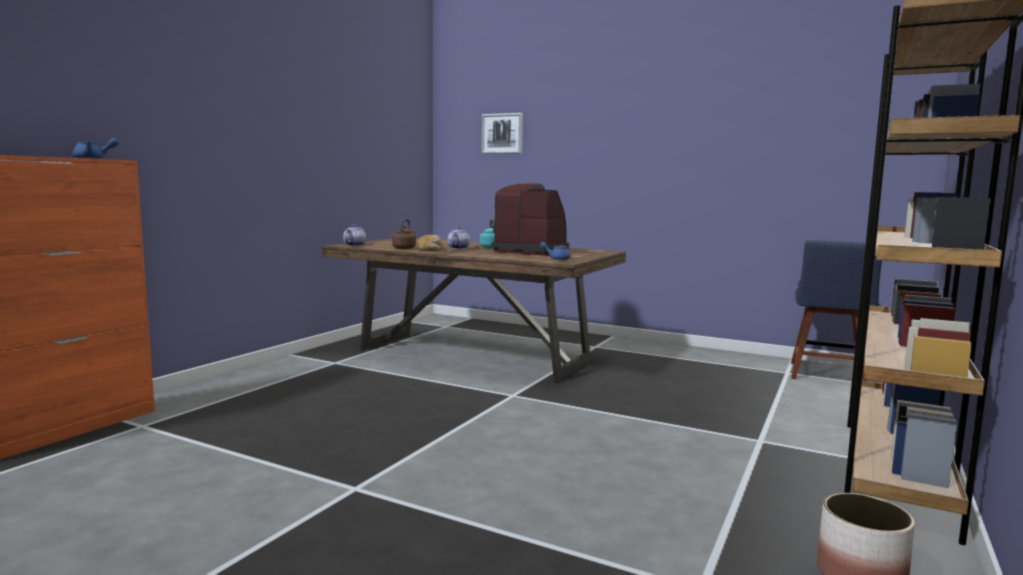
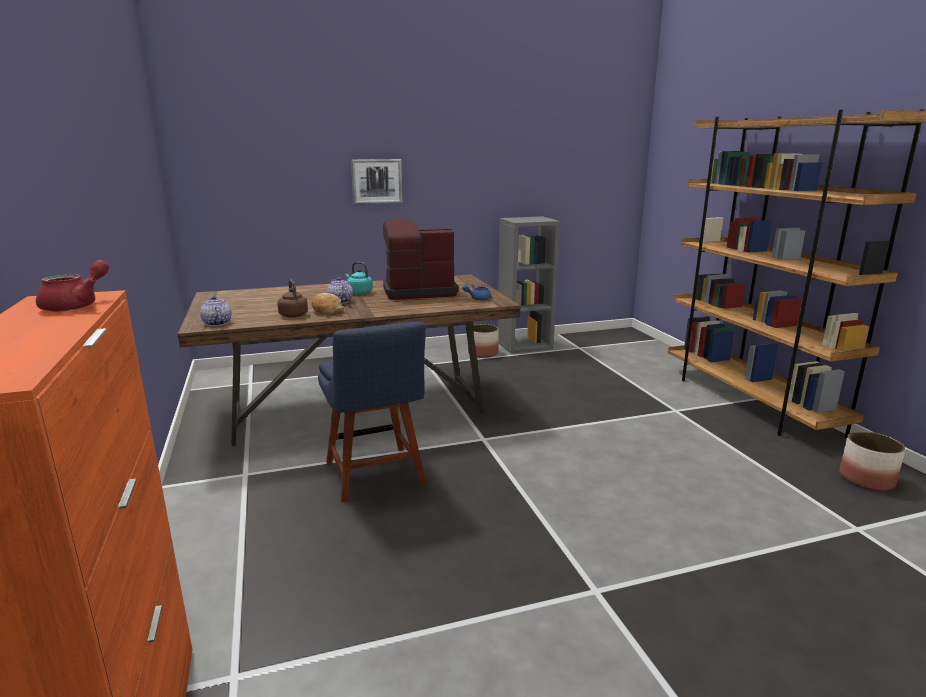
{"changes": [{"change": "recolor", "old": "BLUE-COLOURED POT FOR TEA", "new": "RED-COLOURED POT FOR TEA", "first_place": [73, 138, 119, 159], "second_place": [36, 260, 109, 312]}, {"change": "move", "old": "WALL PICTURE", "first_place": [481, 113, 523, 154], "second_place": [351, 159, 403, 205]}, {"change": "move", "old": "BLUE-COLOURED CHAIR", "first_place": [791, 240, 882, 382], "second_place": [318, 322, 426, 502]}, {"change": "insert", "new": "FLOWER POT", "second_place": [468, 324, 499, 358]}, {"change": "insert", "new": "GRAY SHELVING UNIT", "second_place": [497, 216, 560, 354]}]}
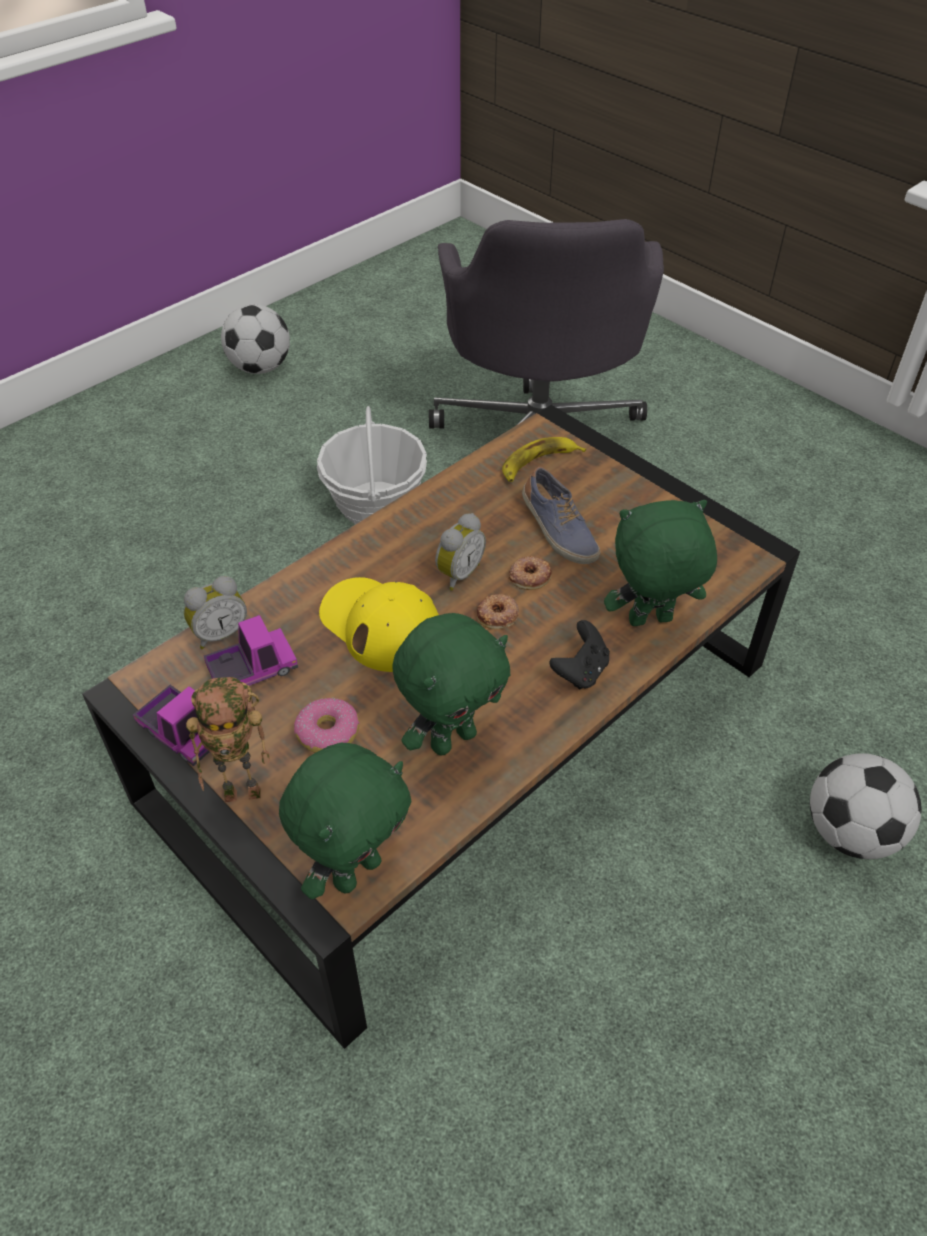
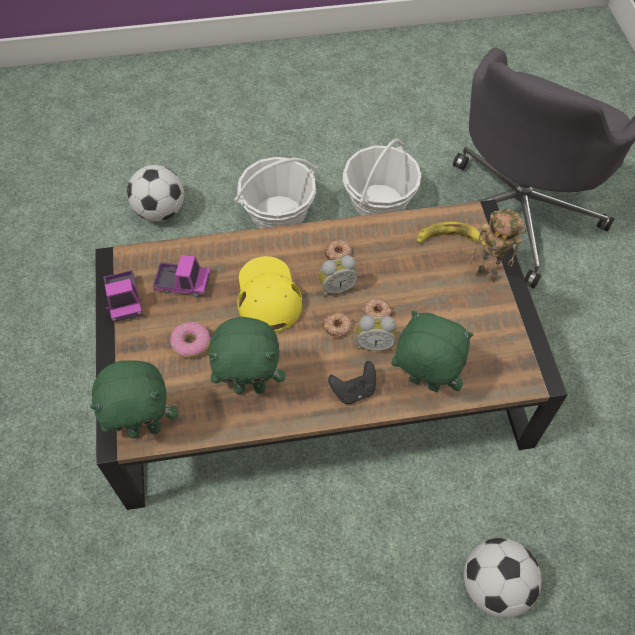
{"changes": [{"change": "move", "old": "BEDSIDE CLOCK", "first_place": [184, 576, 247, 649], "second_place": [356, 315, 396, 351]}, {"change": "move", "old": "TOY ROBOT", "first_place": [186, 677, 270, 802], "second_place": [471, 209, 527, 283]}, {"change": "move", "old": "FOOTBALL BALL", "first_place": [221, 304, 290, 374], "second_place": [127, 165, 184, 222]}, {"change": "delete", "old": "SHOE", "first_place": [522, 467, 601, 564]}, {"change": "insert", "new": "STORAGE BASKET", "second_place": [234, 157, 317, 228]}, {"change": "insert", "new": "RING DOUGHNUT", "second_place": [325, 240, 352, 260]}]}
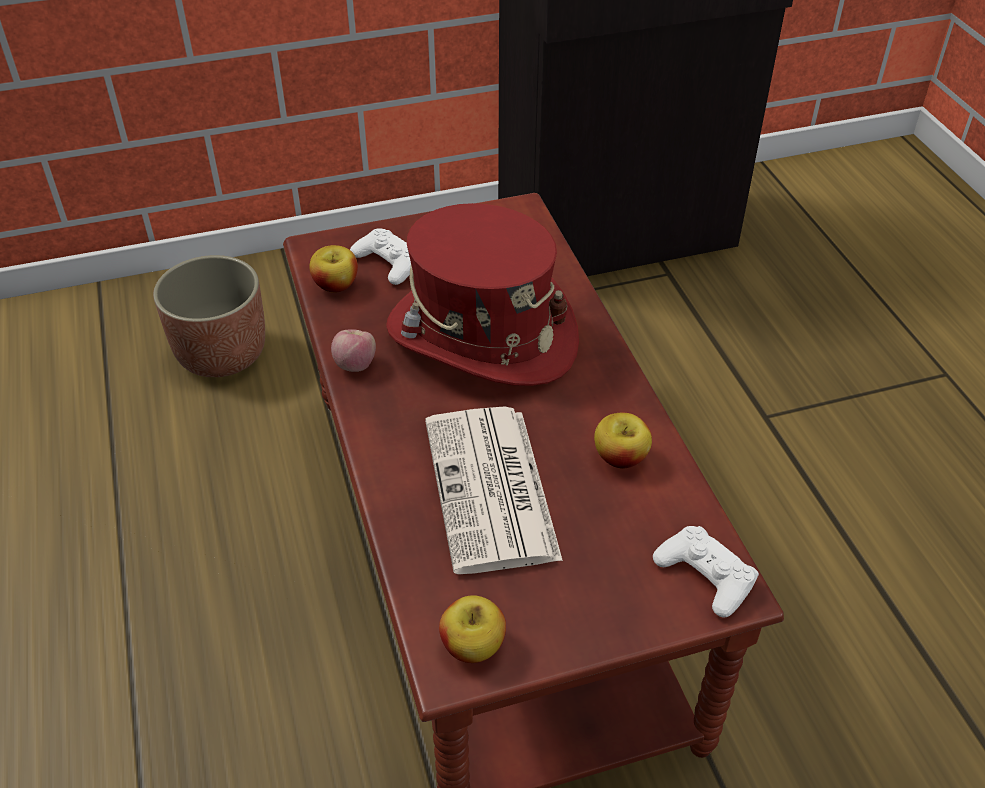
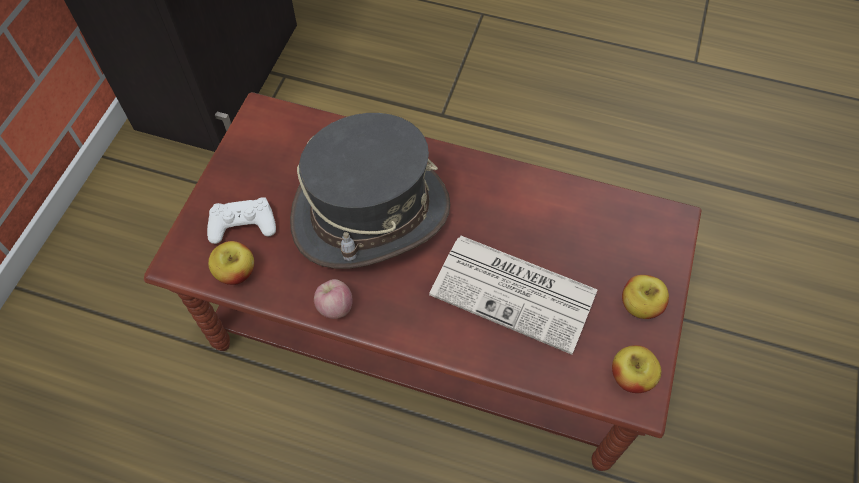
{"changes": [{"change": "delete", "old": "FLOWER POT", "first_place": [153, 255, 265, 377]}, {"change": "recolor", "old": "RED-COLOURED WEARABLE HAT", "new": "GRAY WEARABLE HAT", "first_place": [386, 203, 579, 386], "second_place": [290, 113, 450, 269]}, {"change": "move", "old": "APPLE", "first_place": [594, 413, 652, 469], "second_place": [622, 275, 669, 319]}, {"change": "delete", "old": "WHITE-COLOURED GAME CONTROLLER", "first_place": [653, 526, 759, 617]}]}
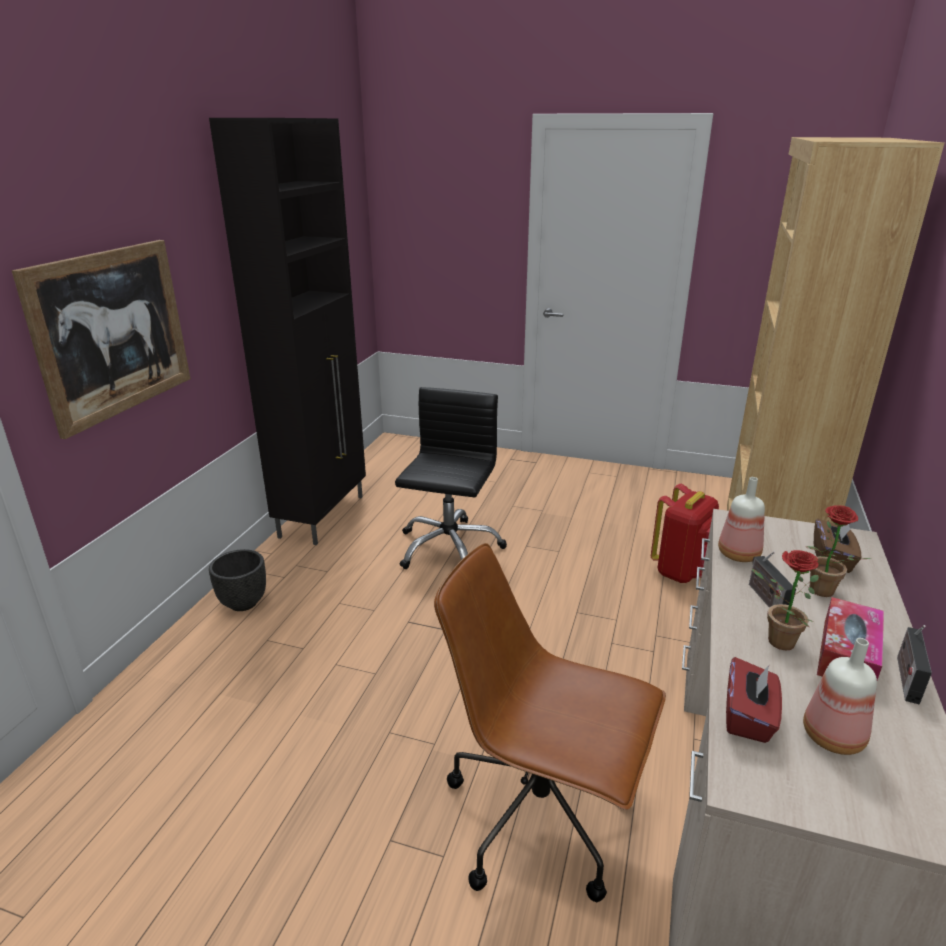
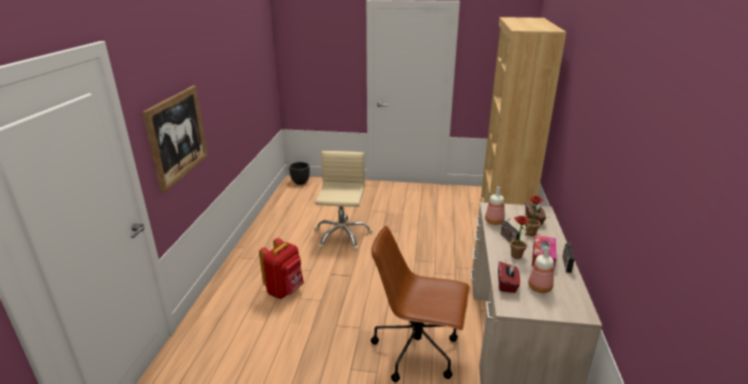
{"changes": [{"change": "delete", "old": "BLACK-COLOURED CUPBOARD", "first_place": [209, 118, 366, 545]}, {"change": "move", "old": "BLACK-COLOURED FLOWER POT", "first_place": [209, 549, 266, 611], "second_place": [289, 162, 310, 185]}, {"change": "recolor", "old": "BLACK-COLOURED DESK CHAIR", "new": "BEIGE DESK CHAIR", "first_place": [395, 387, 507, 569], "second_place": [314, 151, 372, 250]}, {"change": "move", "old": "RED-COLOURED RUCKSACK", "first_place": [651, 484, 719, 583], "second_place": [259, 238, 304, 299]}]}
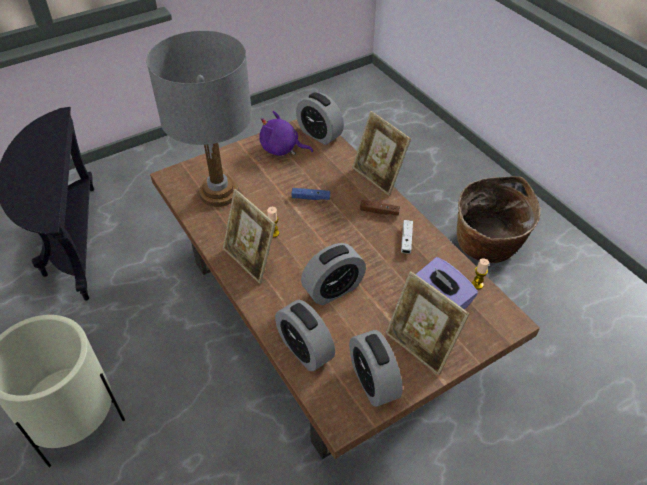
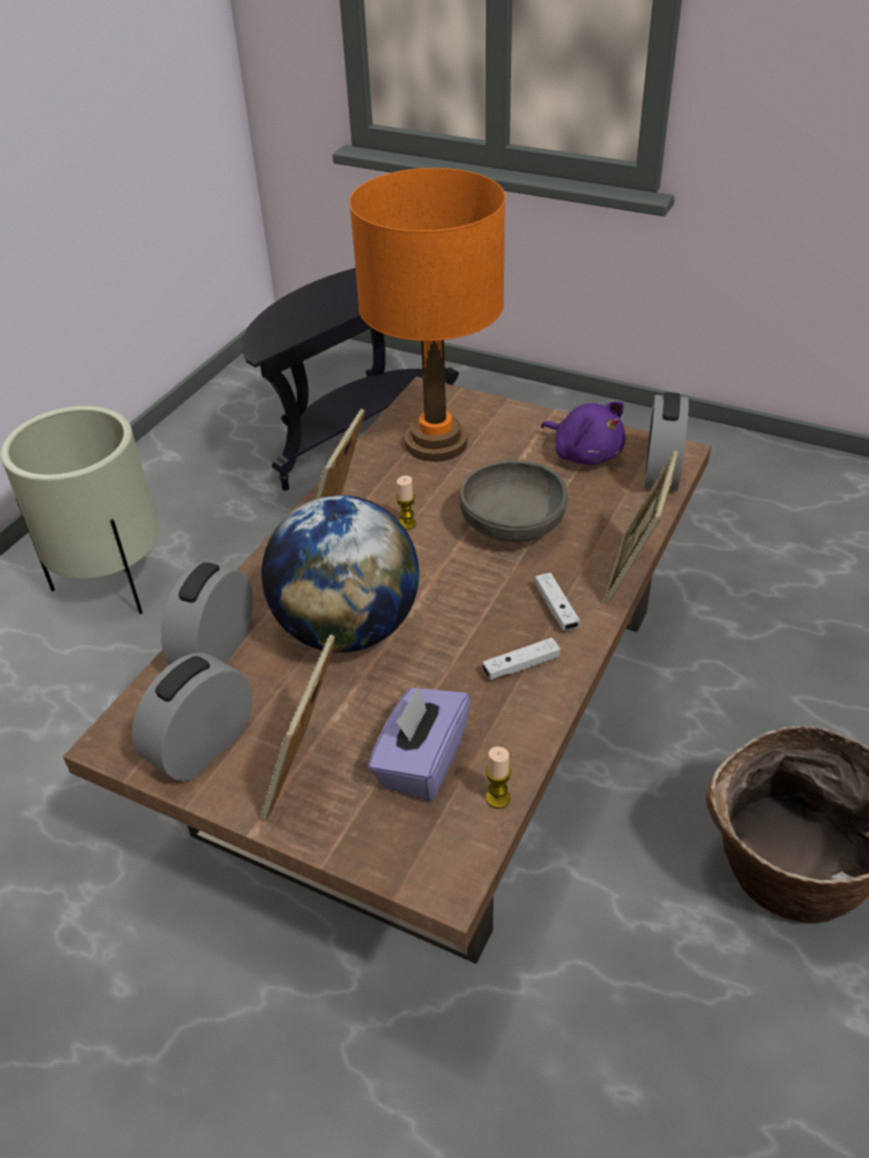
{"changes": [{"change": "recolor", "old": "GRAY TABLE LAMP", "new": "ORANGE TABLE LAMP", "first_place": [146, 31, 252, 207], "second_place": [349, 168, 506, 462]}, {"change": "rotate", "old": "PURPLE SOFT TOY", "first_place": [259, 111, 313, 156], "second_place": [541, 401, 625, 465], "degrees": 150}, {"change": "replace", "old": "BLUE-COLOURED GAME CONTROLLER", "new": "GRAY SERVING BOWL", "first_place": [291, 188, 331, 200], "second_place": [459, 460, 568, 542]}, {"change": "replace", "old": "BEDSIDE CLOCK", "new": "WORLD GLOBE", "first_place": [301, 243, 366, 305], "second_place": [262, 495, 419, 653]}, {"change": "recolor", "old": "BROWN-COLOURED GAME CONTROLLER", "new": "WHITE-COLOURED GAME CONTROLLER", "first_place": [360, 200, 400, 216], "second_place": [535, 573, 580, 631]}]}
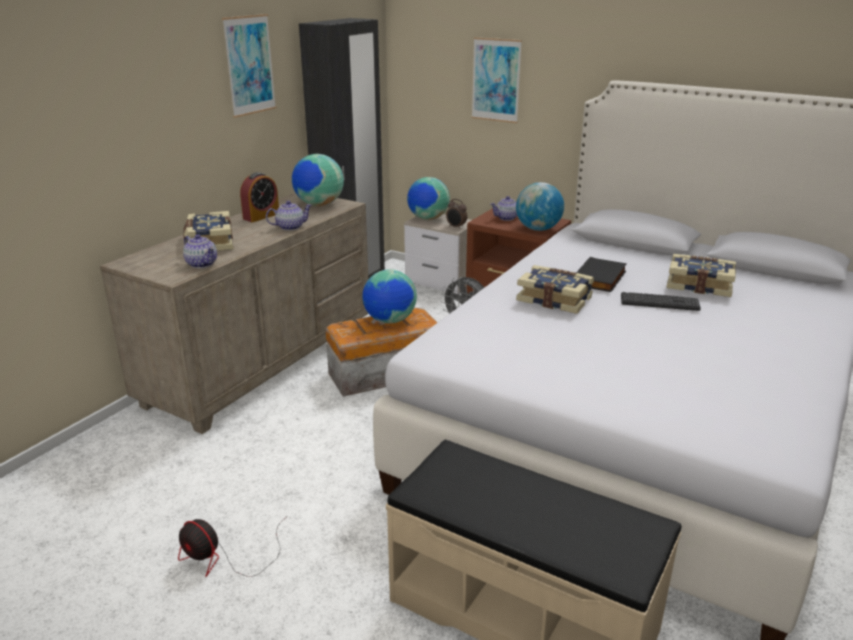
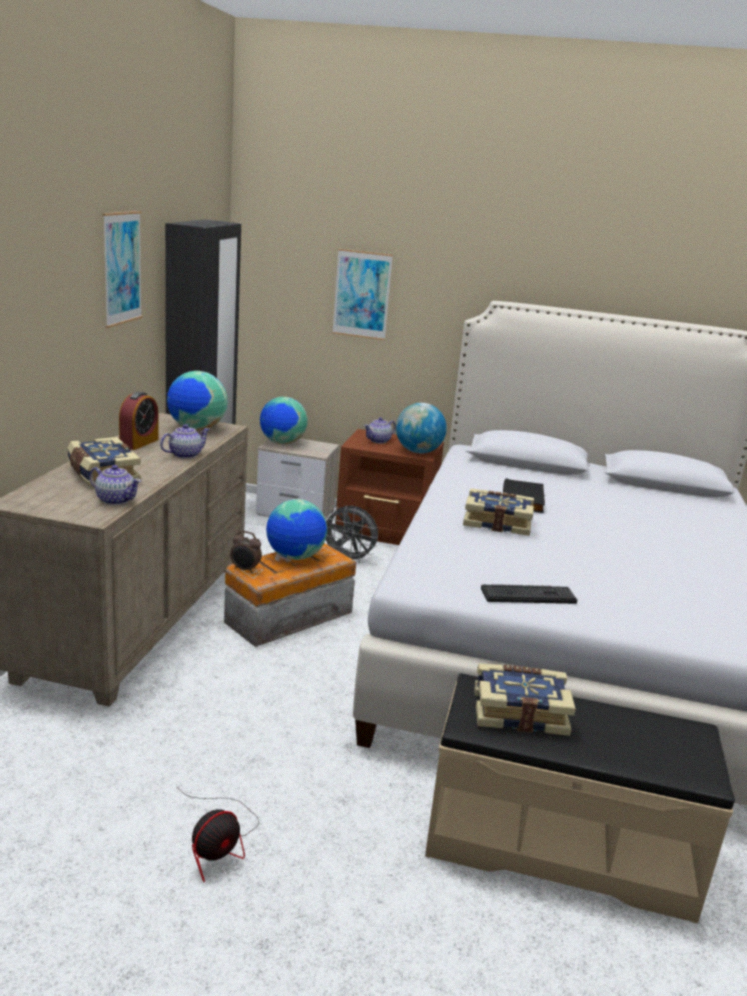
{"changes": [{"change": "rotate", "old": "ELECTRIC FAN", "first_place": [178, 516, 288, 577], "second_place": [177, 787, 259, 882], "degrees": -60}, {"change": "move", "old": "BEDSIDE CLOCK", "first_place": [446, 199, 467, 229], "second_place": [230, 531, 262, 573]}, {"change": "move", "old": "PC KEYBOARD", "first_place": [621, 292, 701, 311], "second_place": [481, 584, 577, 604]}, {"change": "move", "old": "BOOK", "first_place": [666, 254, 736, 297], "second_place": [474, 663, 576, 736]}]}
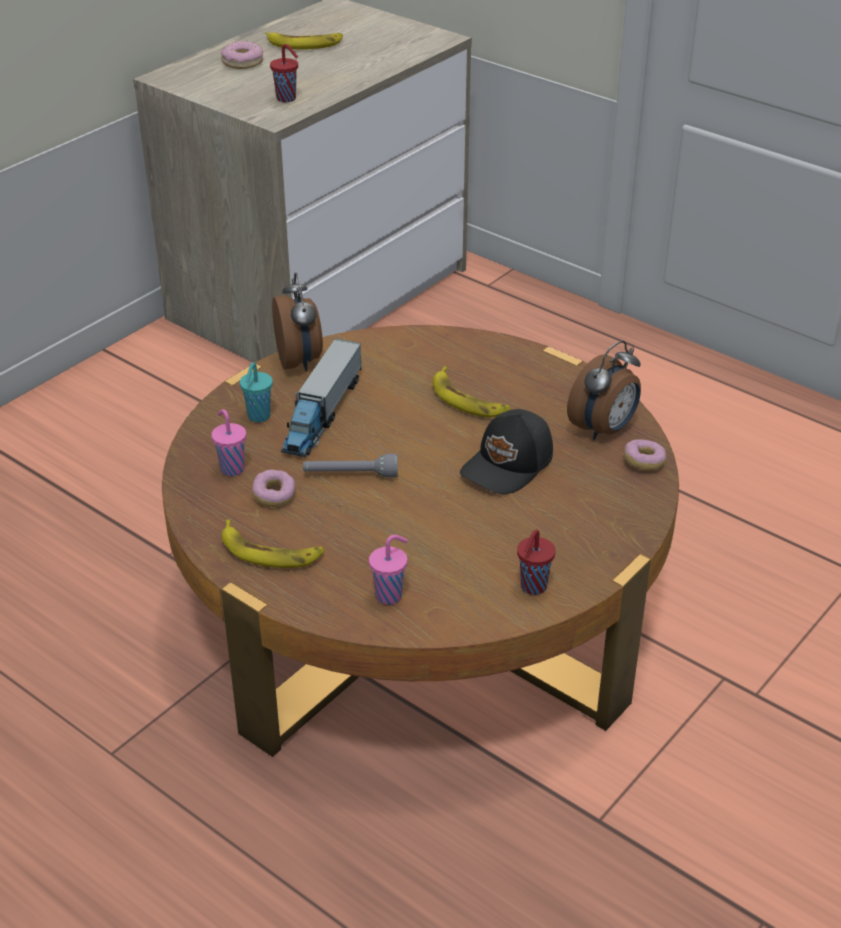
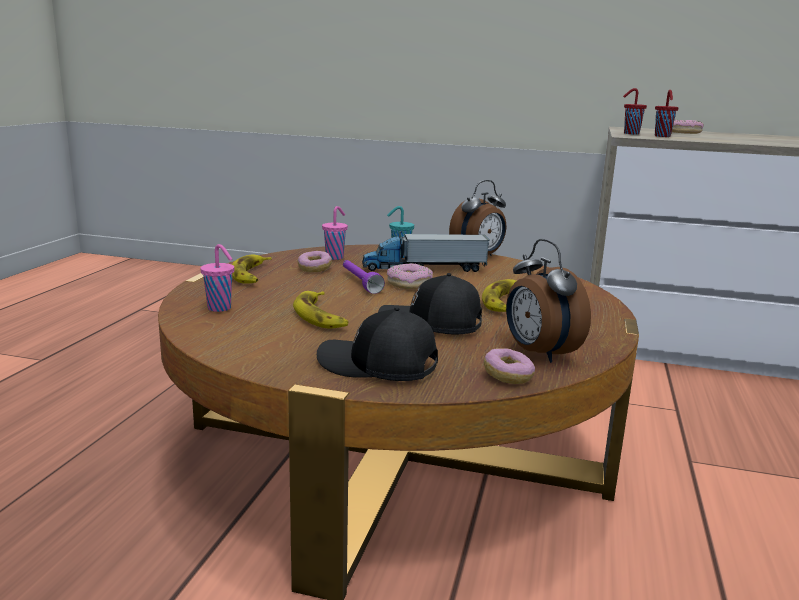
{"changes": [{"change": "move", "old": "BANANA FRUIT", "first_place": [265, 32, 343, 50], "second_place": [293, 291, 348, 328]}, {"change": "recolor", "old": "GRAY FLASHLIGHT", "new": "PURPLE FLASHLIGHT", "first_place": [303, 454, 398, 478], "second_place": [343, 260, 385, 294]}, {"change": "move", "old": "RED-COLOURED SMALL CUP", "first_place": [517, 530, 556, 595], "second_place": [623, 88, 647, 135]}, {"change": "rotate", "old": "BEDSIDE CLOCK", "first_place": [567, 340, 641, 440], "second_place": [506, 239, 591, 363], "degrees": 45}, {"change": "insert", "new": "BLACK-COLOURED CAP", "second_place": [317, 307, 438, 381]}, {"change": "insert", "new": "RING DOUGHNUT", "second_place": [387, 263, 433, 289]}]}
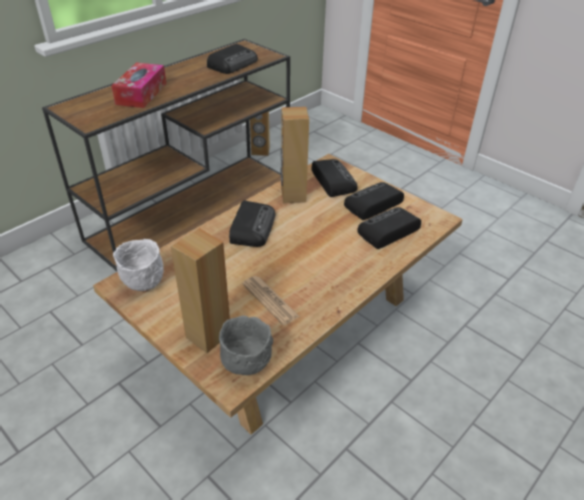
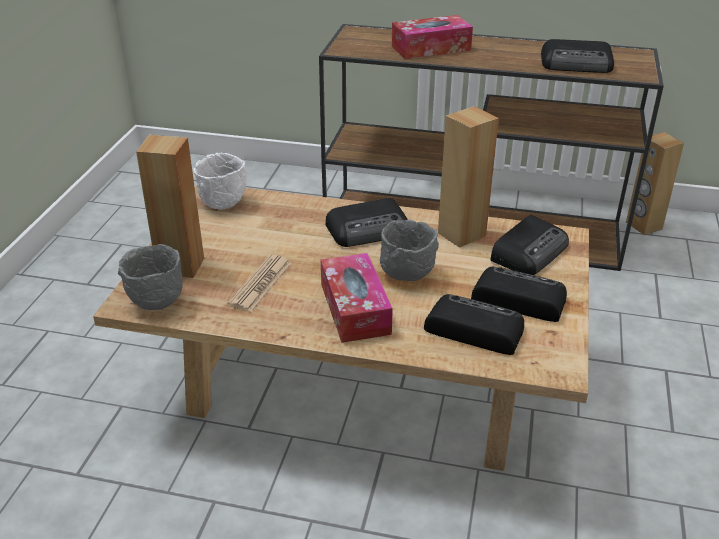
{"changes": [{"change": "insert", "new": "BOX OF TISSUES", "second_place": [321, 253, 393, 343]}, {"change": "insert", "new": "GRAY SERVING BOWL", "second_place": [380, 220, 439, 281]}]}
